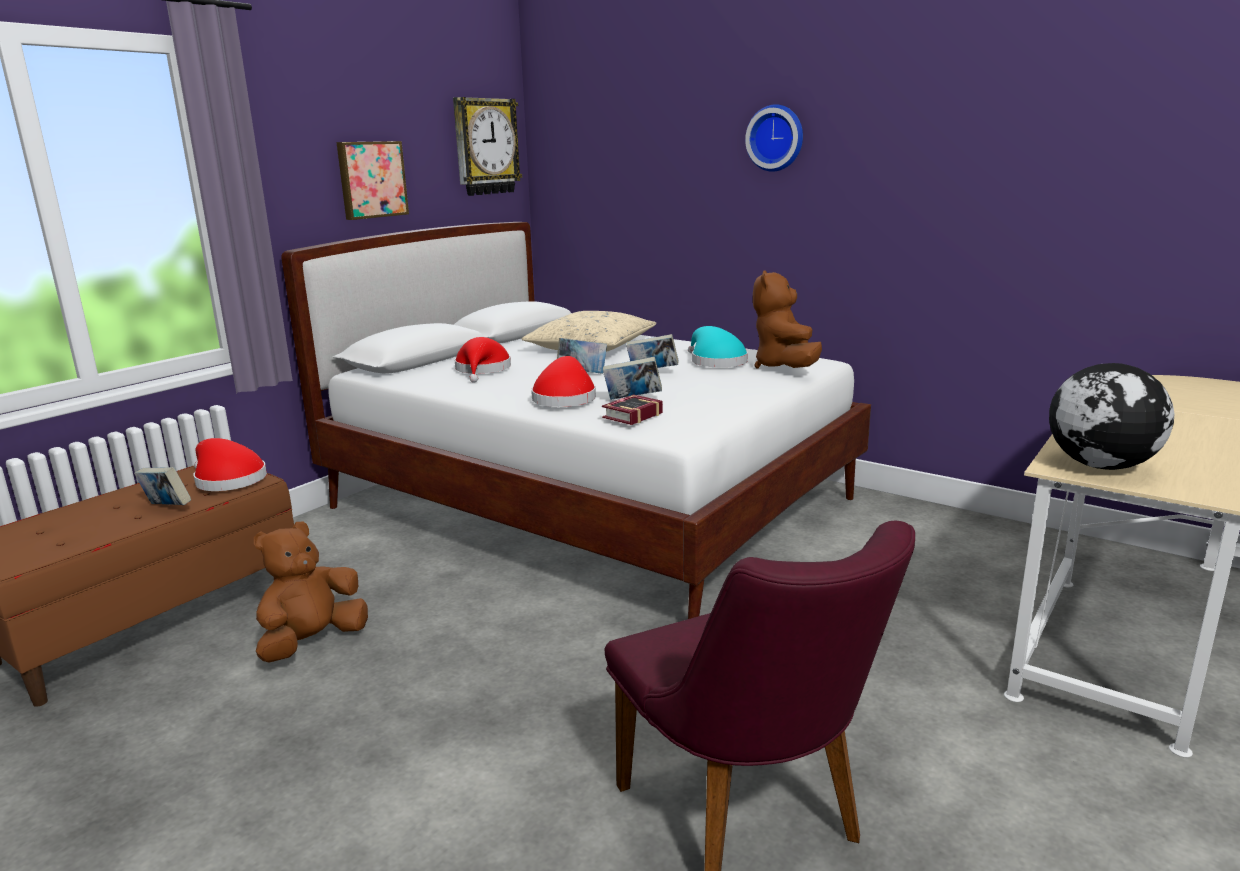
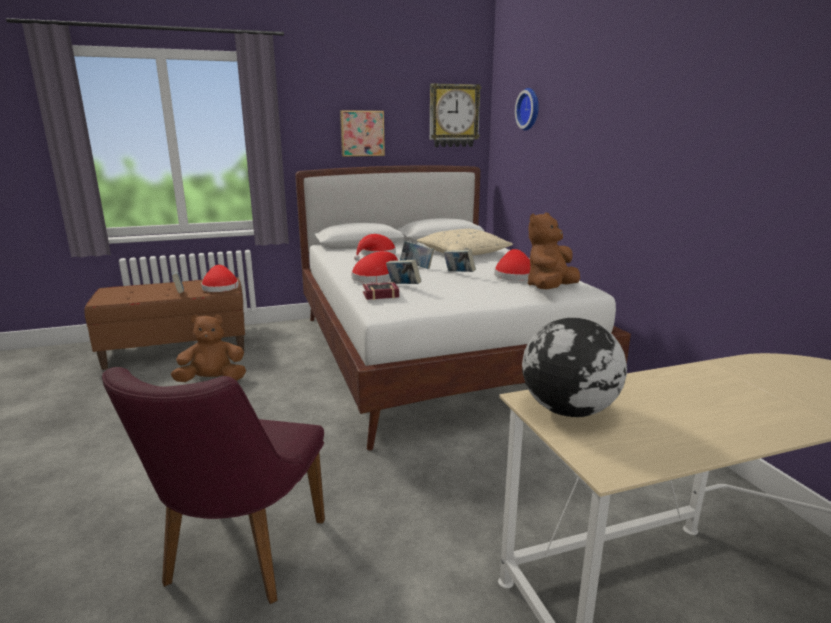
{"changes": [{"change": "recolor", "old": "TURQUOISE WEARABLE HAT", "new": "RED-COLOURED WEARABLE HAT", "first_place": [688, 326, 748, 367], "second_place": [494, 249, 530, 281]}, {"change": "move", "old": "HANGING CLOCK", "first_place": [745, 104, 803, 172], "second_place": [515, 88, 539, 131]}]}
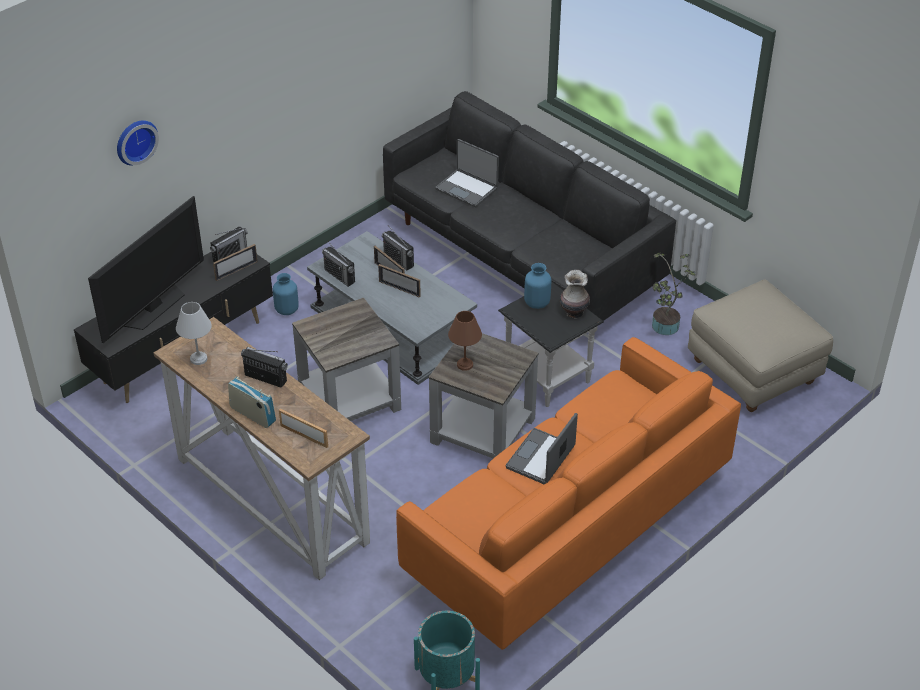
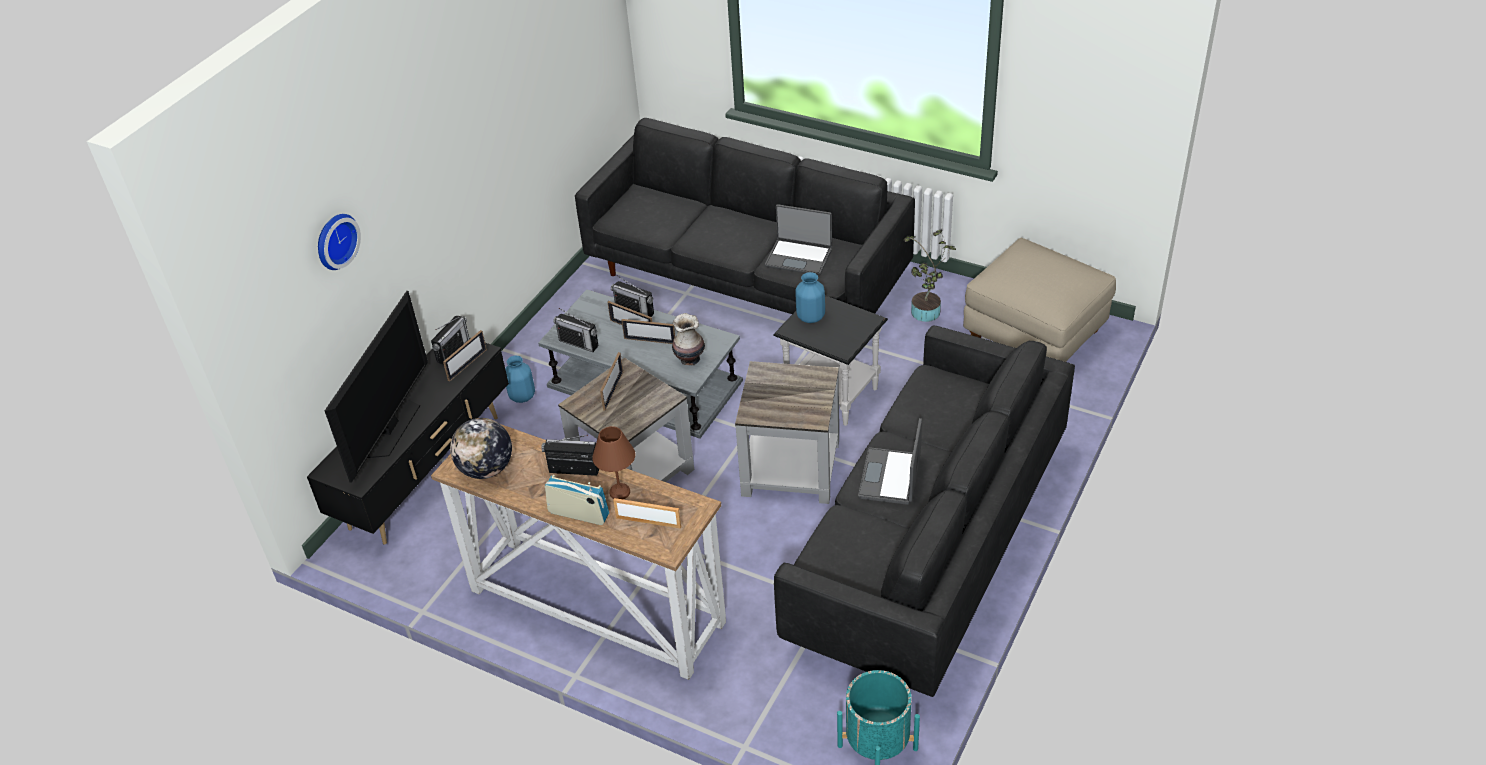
{"changes": [{"change": "replace", "old": "WHITE-COLOURED TABLE LAMP", "new": "WORLD GLOBE", "first_place": [176, 302, 212, 365], "second_place": [450, 418, 512, 479]}, {"change": "recolor", "old": "ORANGE COUCH", "new": "BLACK-COLOURED COUCH", "first_place": [396, 337, 741, 650], "second_place": [774, 326, 1075, 697]}, {"change": "move", "old": "LAPTOP", "first_place": [435, 139, 499, 207], "second_place": [765, 204, 832, 276]}, {"change": "move", "old": "BROWN-COLOURED TABLE LAMP", "first_place": [448, 311, 482, 371], "second_place": [592, 426, 635, 499]}, {"change": "move", "old": "FLOWER VASE", "first_place": [560, 270, 590, 319], "second_place": [672, 313, 705, 365]}, {"change": "insert", "new": "PICTURE FRAME", "second_place": [600, 352, 623, 411]}]}
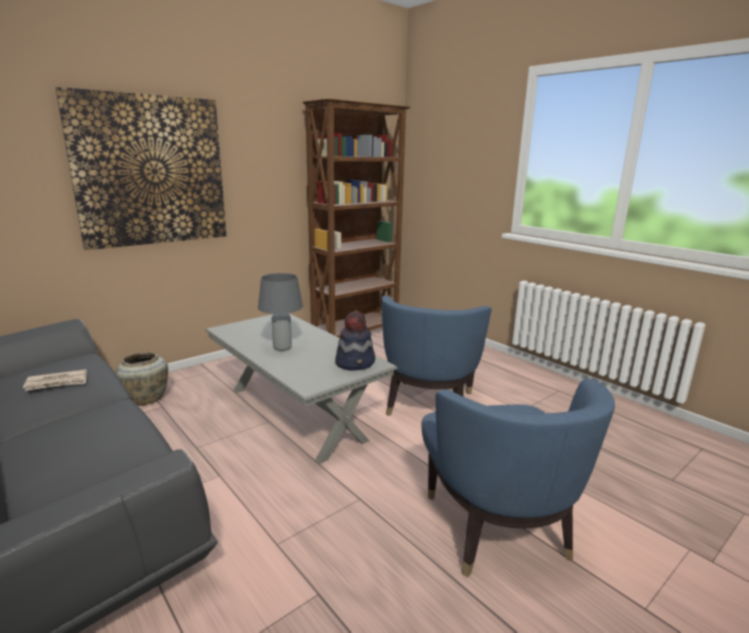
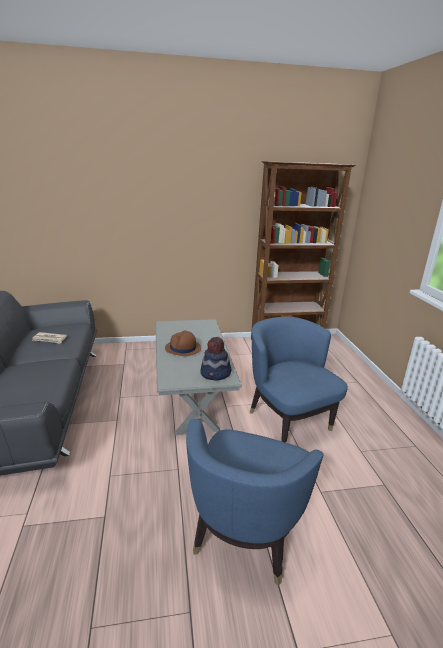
{"changes": [{"change": "delete", "old": "WALL PICTURE", "first_place": [55, 87, 226, 250]}, {"change": "delete", "old": "BEIGE FLOWER VASE", "first_place": [115, 352, 168, 406]}, {"change": "replace", "old": "GRAY TABLE LAMP", "new": "BROWN-COLOURED WEARABLE HAT", "first_place": [258, 273, 303, 351], "second_place": [165, 331, 201, 356]}, {"change": "rotate", "old": "BLUE-COLOURED EASY CHAIR", "first_place": [382, 296, 492, 416], "second_place": [250, 317, 348, 443], "degrees": 105}]}
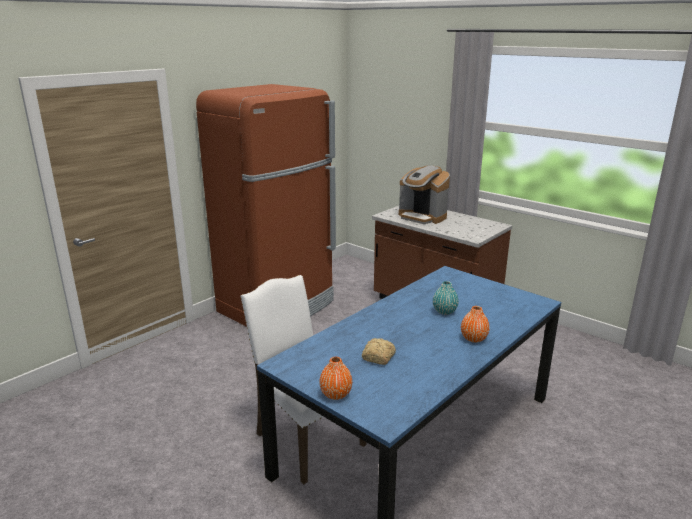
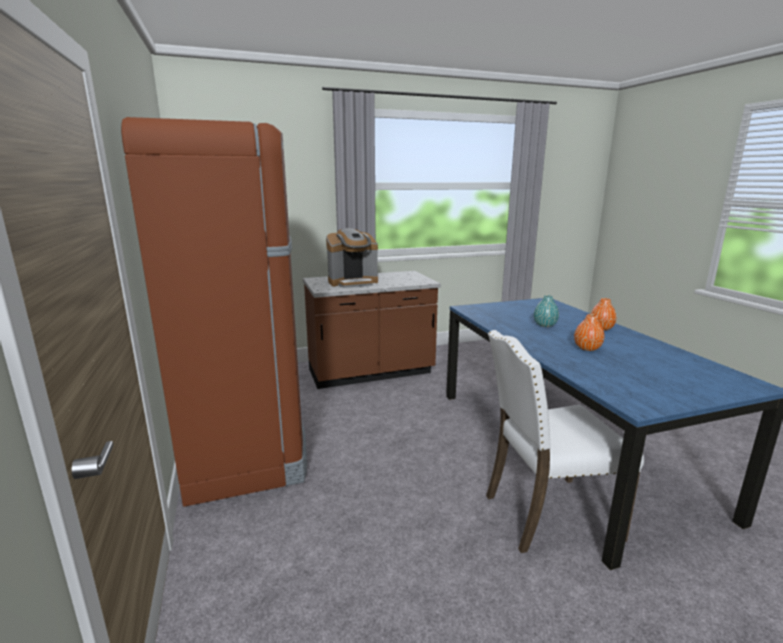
{"changes": [{"change": "move", "old": "ORANGE FLOWER VASE", "first_place": [319, 357, 352, 400], "second_place": [574, 314, 605, 351]}, {"change": "delete", "old": "BAKED BREAD", "first_place": [362, 338, 396, 365]}]}
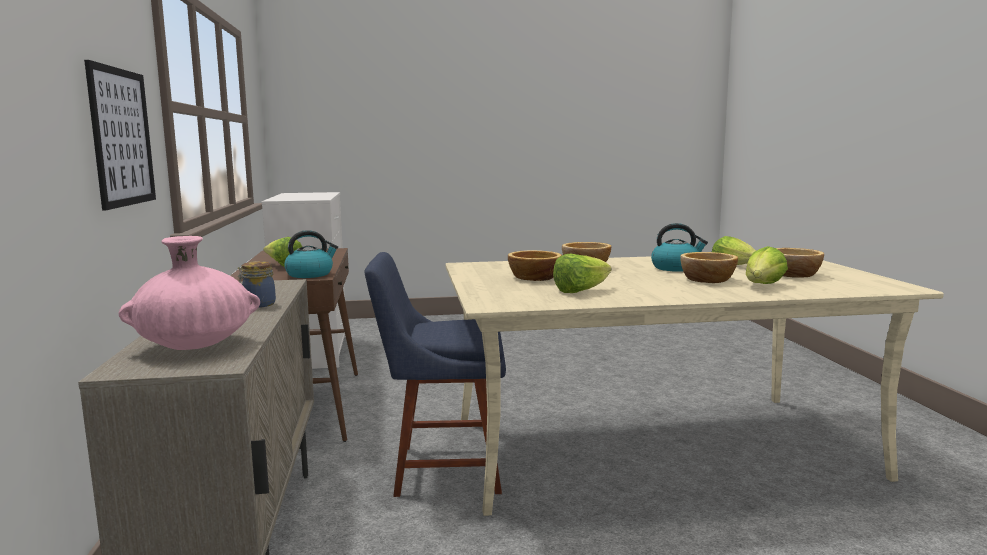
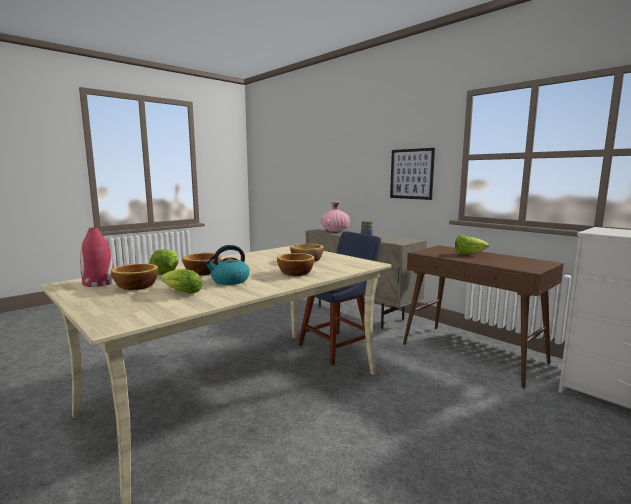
{"changes": [{"change": "delete", "old": "WATER KETTLE", "first_place": [284, 230, 338, 278]}, {"change": "delete", "old": "LETTUCE", "first_place": [553, 254, 612, 293]}, {"change": "insert", "new": "RED-COLOURED FLOWER VASE", "second_place": [80, 227, 115, 287]}]}
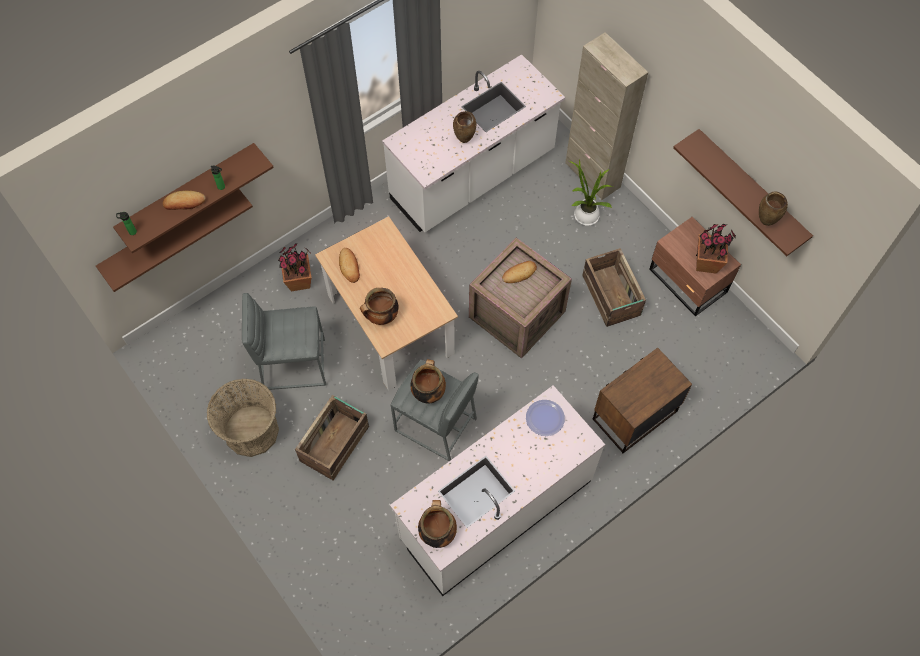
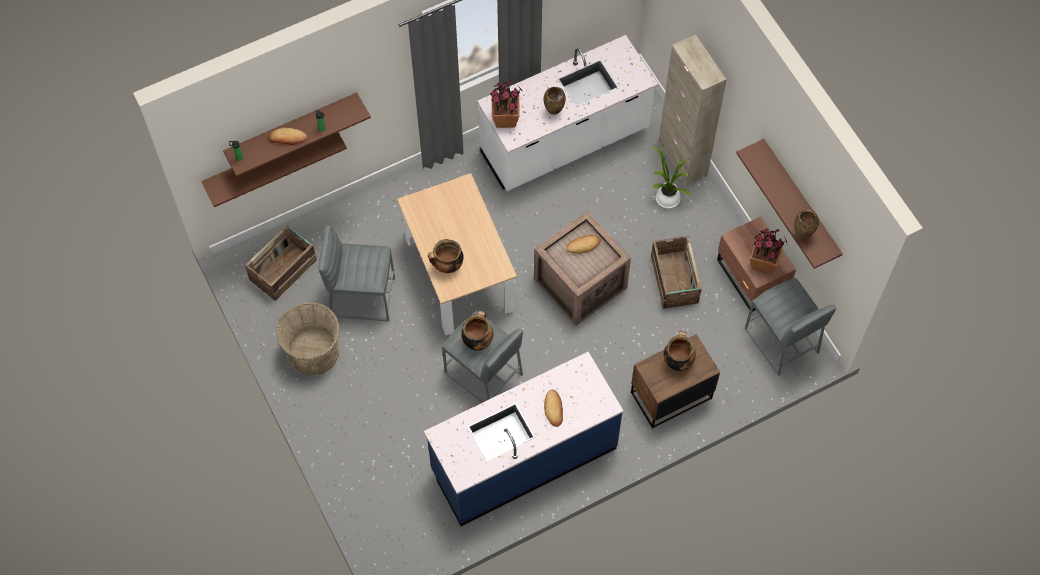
{"changes": [{"change": "move", "old": "HOUSEPLANT", "first_place": [278, 243, 311, 291], "second_place": [490, 80, 523, 128]}, {"change": "move", "old": "CRATE", "first_place": [295, 395, 369, 481], "second_place": [245, 225, 317, 301]}, {"change": "move", "old": "BAKED BREAD", "first_place": [339, 248, 360, 283], "second_place": [544, 389, 563, 427]}, {"change": "recolor", "old": "WHITE-COLOURED KITCHEN COUNTER", "new": "BLUE-COLOURED KITCHEN COUNTER", "first_place": [390, 385, 605, 596], "second_place": [424, 352, 623, 526]}, {"change": "move", "old": "COOKING POT", "first_place": [418, 500, 457, 548], "second_place": [664, 331, 696, 371]}, {"change": "delete", "old": "FLAT DISH", "first_place": [526, 400, 565, 436]}, {"change": "insert", "new": "GRAY SITTING STOOL", "second_place": [745, 277, 836, 376]}]}
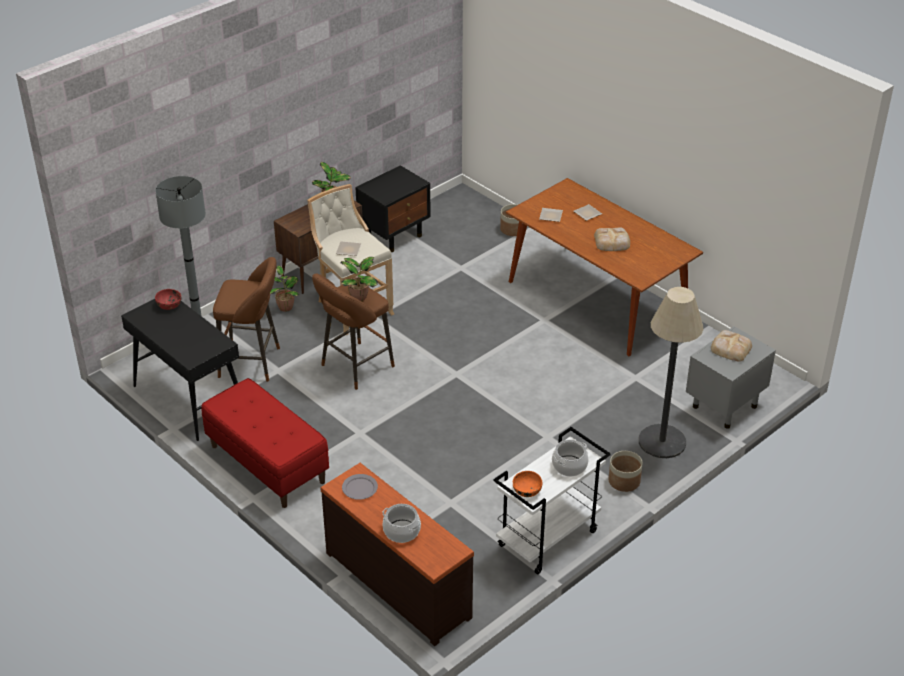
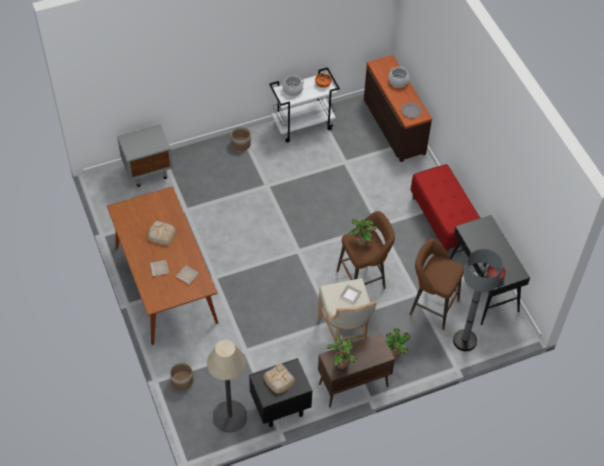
{"changes": [{"change": "move", "old": "STANDARD LAMP", "first_place": [639, 287, 703, 458], "second_place": [207, 339, 248, 433]}, {"change": "move", "old": "BAKED BREAD", "first_place": [711, 330, 752, 362], "second_place": [264, 363, 295, 394]}]}
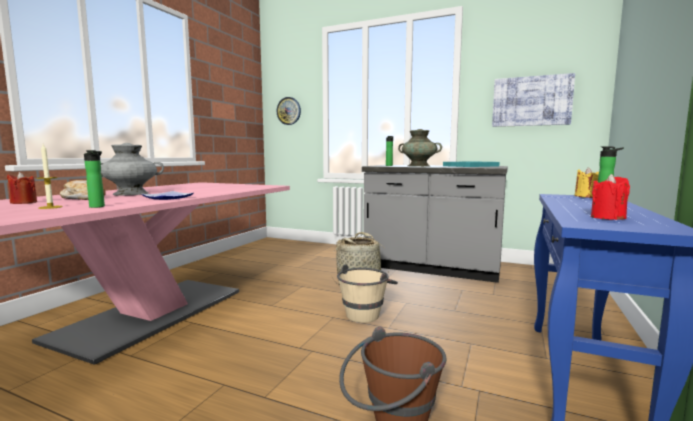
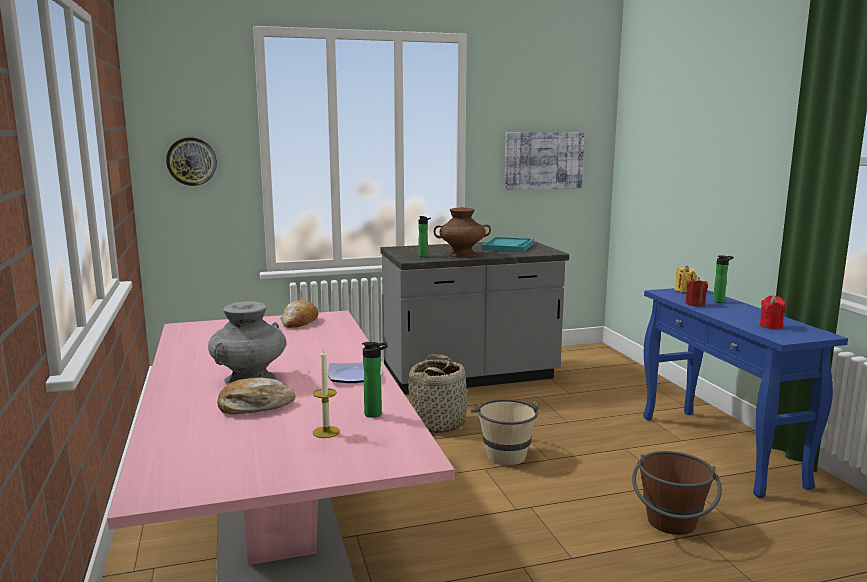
{"changes": [{"change": "move", "old": "RED-COLOURED WAX LIGHT", "first_place": [7, 172, 37, 204], "second_place": [685, 277, 708, 306]}, {"change": "recolor", "old": "TURQUOISE FLOWER VASE", "new": "BROWN-COLOURED FLOWER VASE", "first_place": [398, 129, 442, 167], "second_place": [434, 207, 491, 257]}, {"change": "insert", "new": "BAKED BREAD", "second_place": [280, 300, 319, 328]}]}
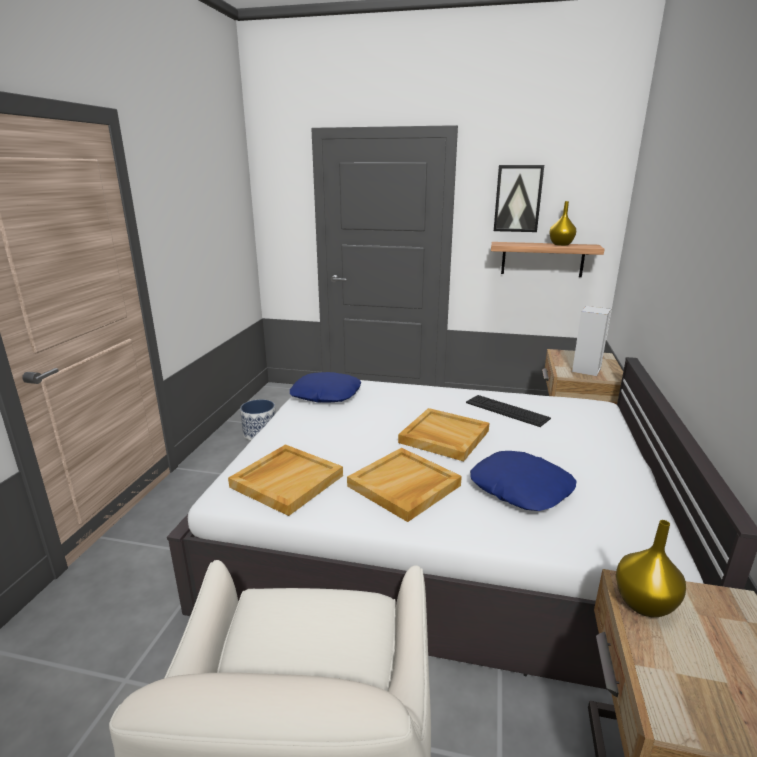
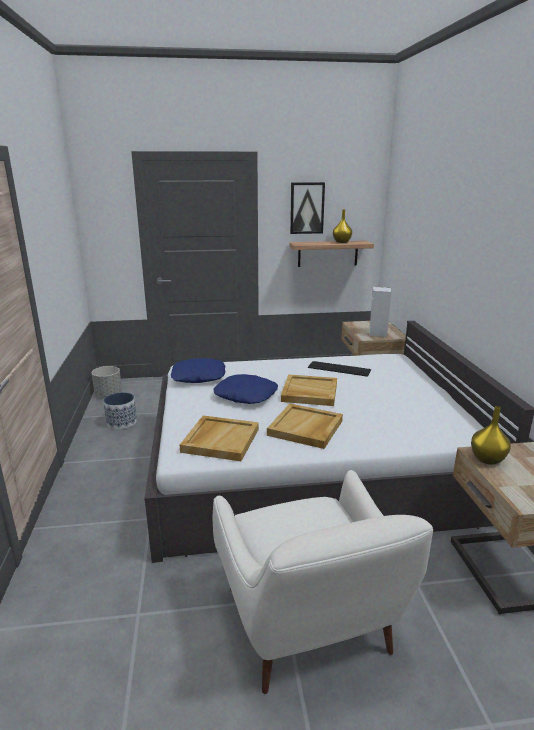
{"changes": [{"change": "move", "old": "BLUE-COLOURED THROW PILLOW", "first_place": [470, 451, 576, 511], "second_place": [213, 374, 278, 404]}, {"change": "insert", "new": "GRAY FLOWER POT", "second_place": [92, 366, 122, 397]}]}
